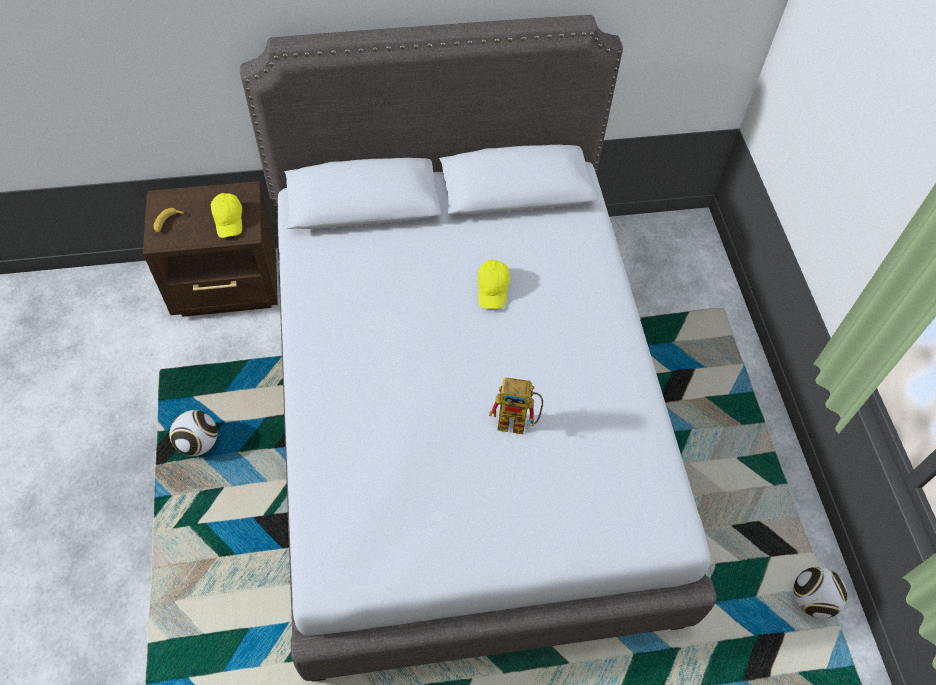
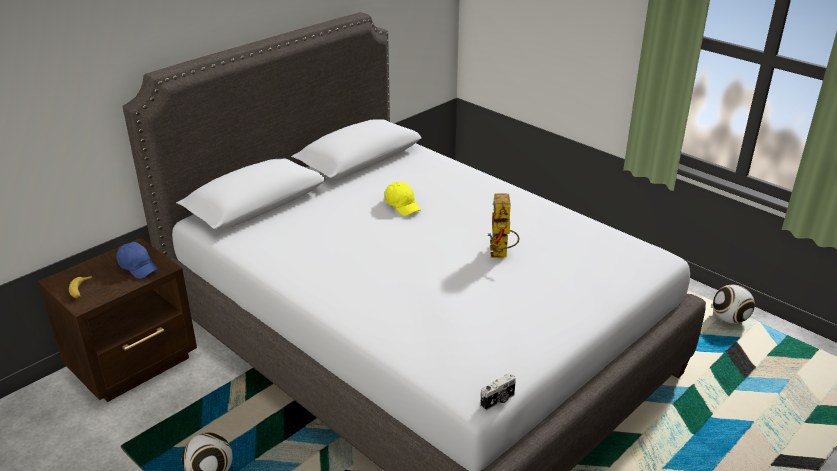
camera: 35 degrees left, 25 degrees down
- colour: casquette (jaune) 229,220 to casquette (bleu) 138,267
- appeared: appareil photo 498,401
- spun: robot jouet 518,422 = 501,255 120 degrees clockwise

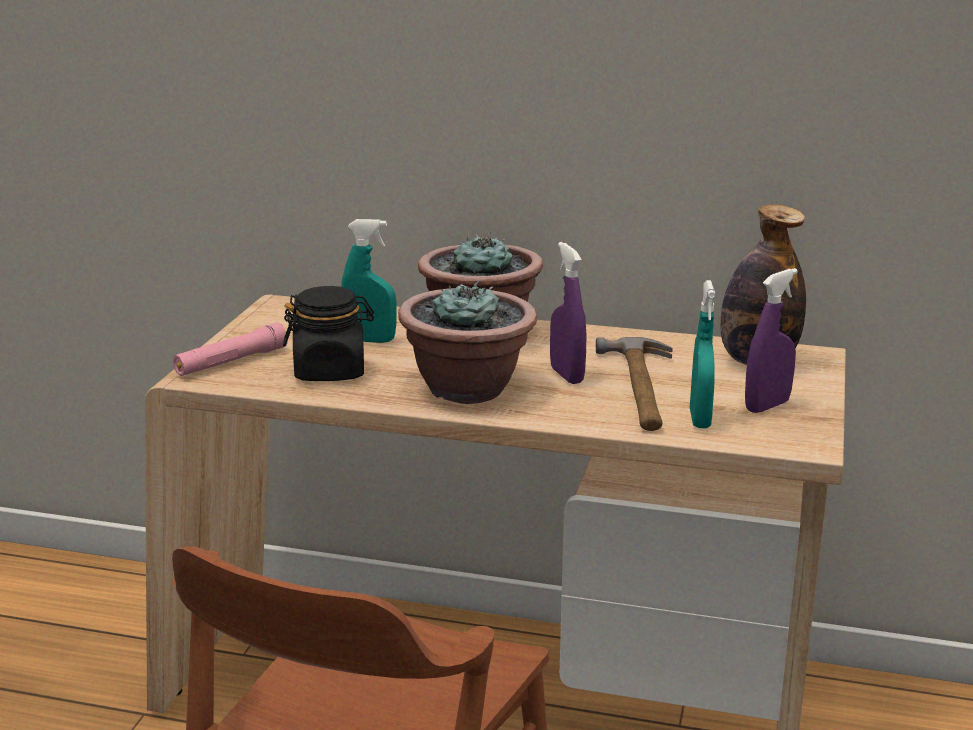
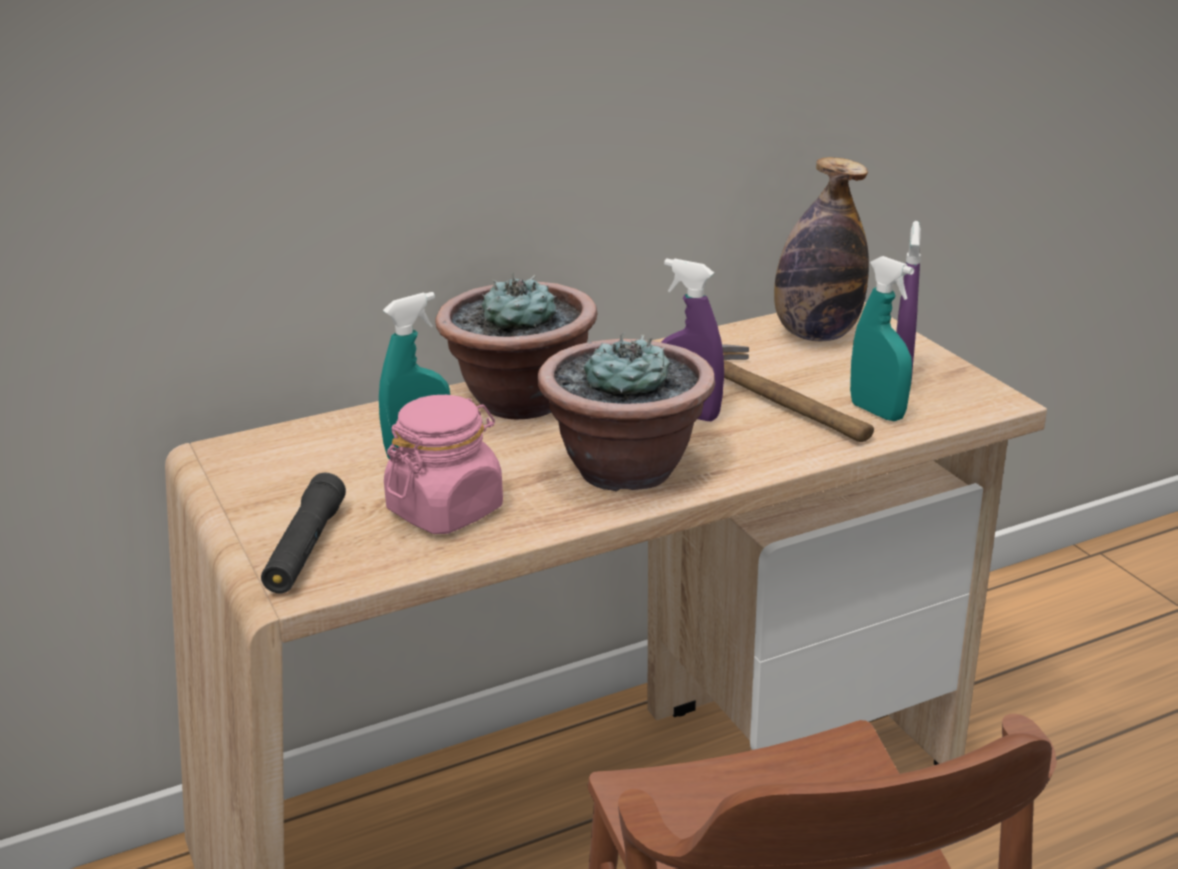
camera: 40 degrees left, 5 degrees up
- colour: lampe de poche (rose) 231,362 to lampe de poche (noir) 305,548
- colour: bocal (noir) 330,371 to bocal (rose) 446,510

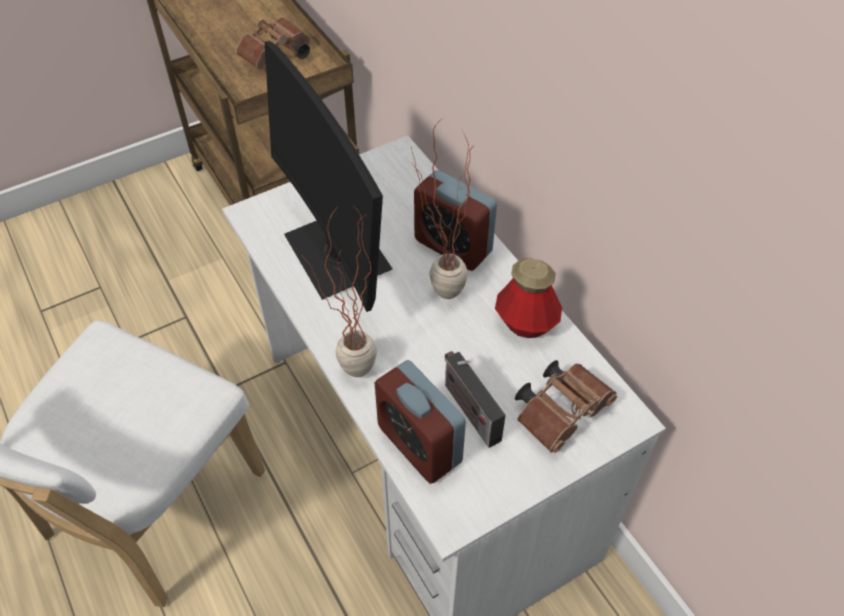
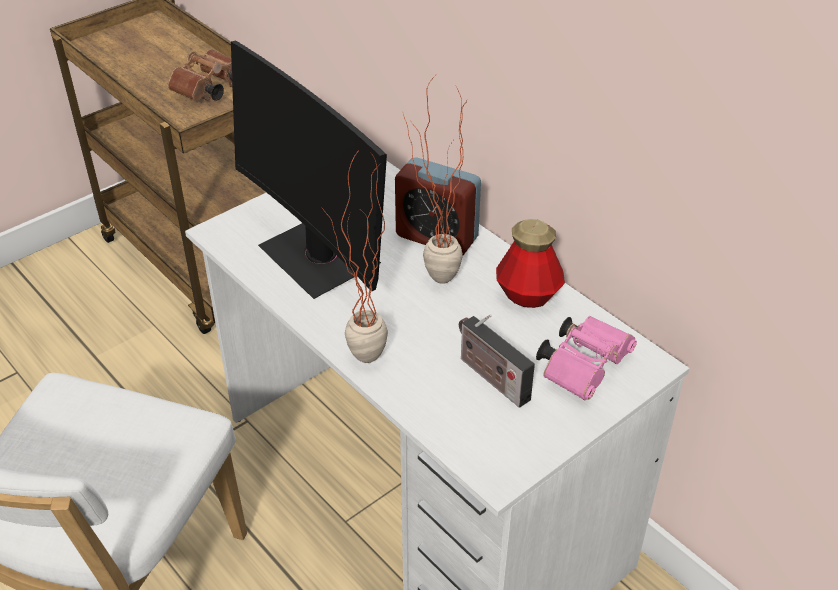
camera: 10 degrees left, 10 degrees down
- colour: jumelles (marron) 563,411 to jumelles (rose) 585,366
- missing: réveil 419,444

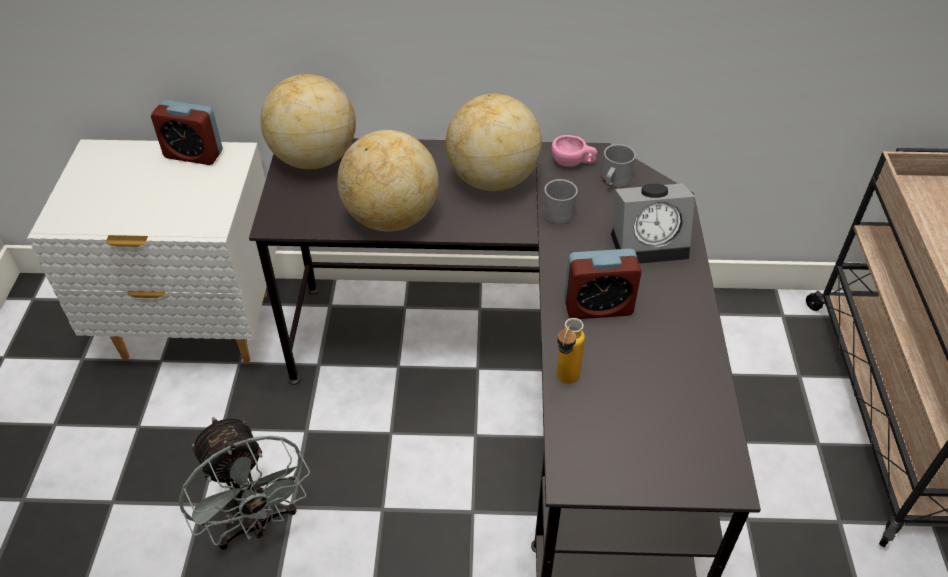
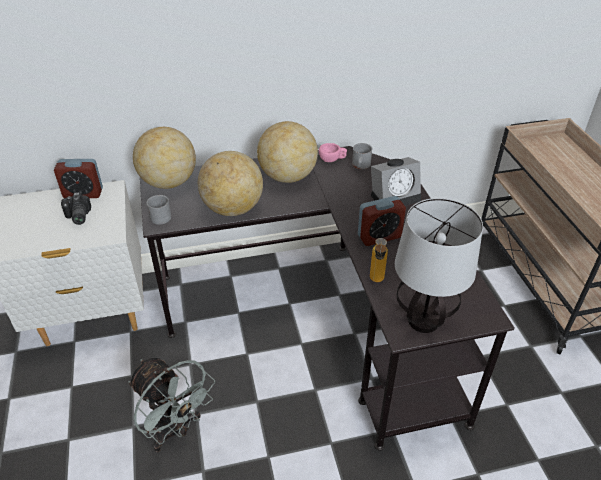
camera: 15 degrees left, 5 degrees down
- appeared: appareil photo 77,216
- relocated: mug (gris) 558,210 to 160,215
- appeared: lampe de table 424,321

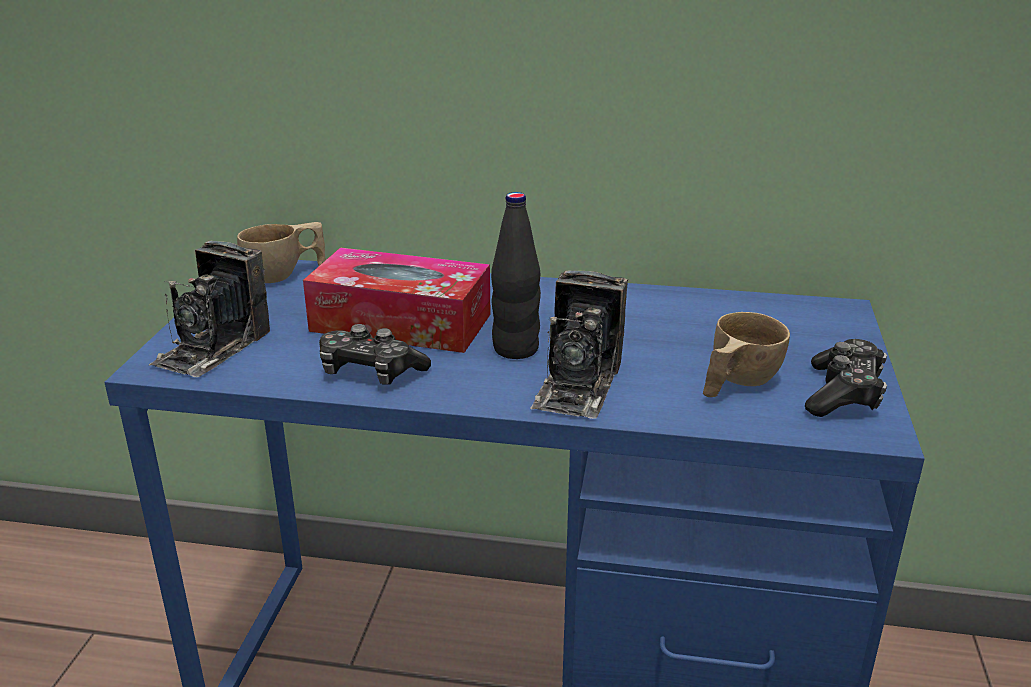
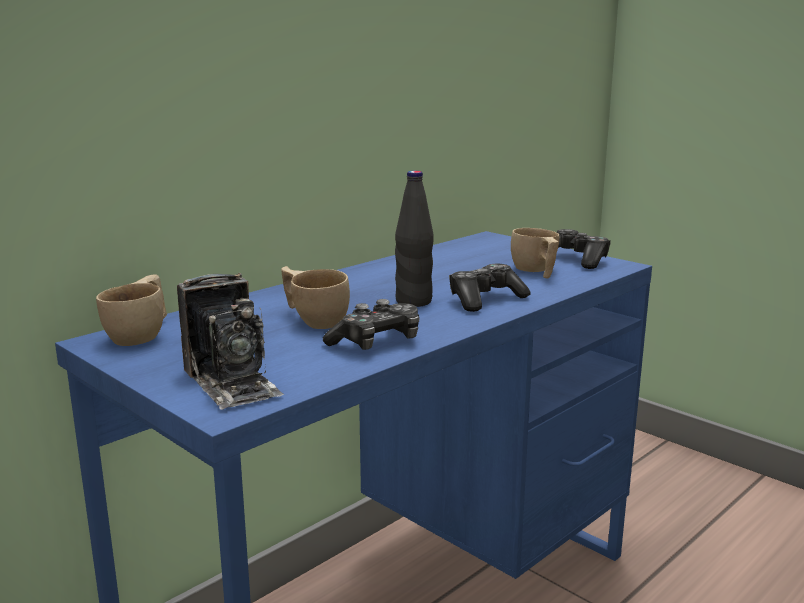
camera: 55 degrees left, 10 degrees down
- exchanged: boîte à mouchoirs 401,322 to tasse (beige) 314,319
- exchanged: appareil photo 578,384 to manette 485,299

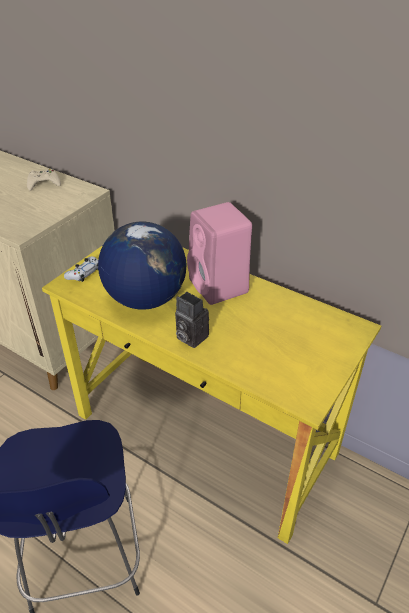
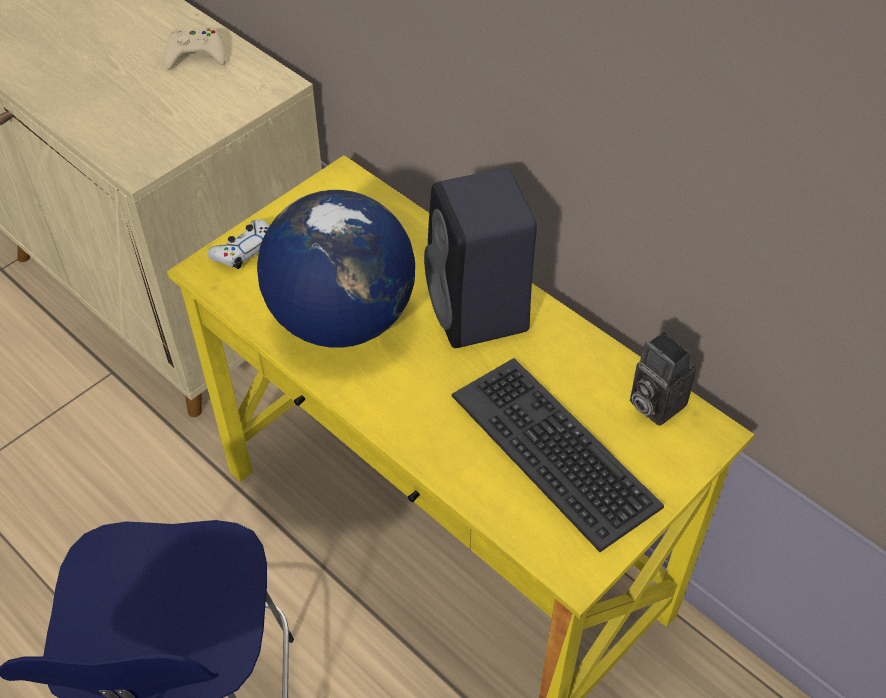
camera: 10 degrees right, 10 degrees up
- colour: enceinte (rose) 220,287 to enceinte (noir) 479,312
- appeared: clavier 555,450
- relocated: appareil photo 190,337 to 653,403

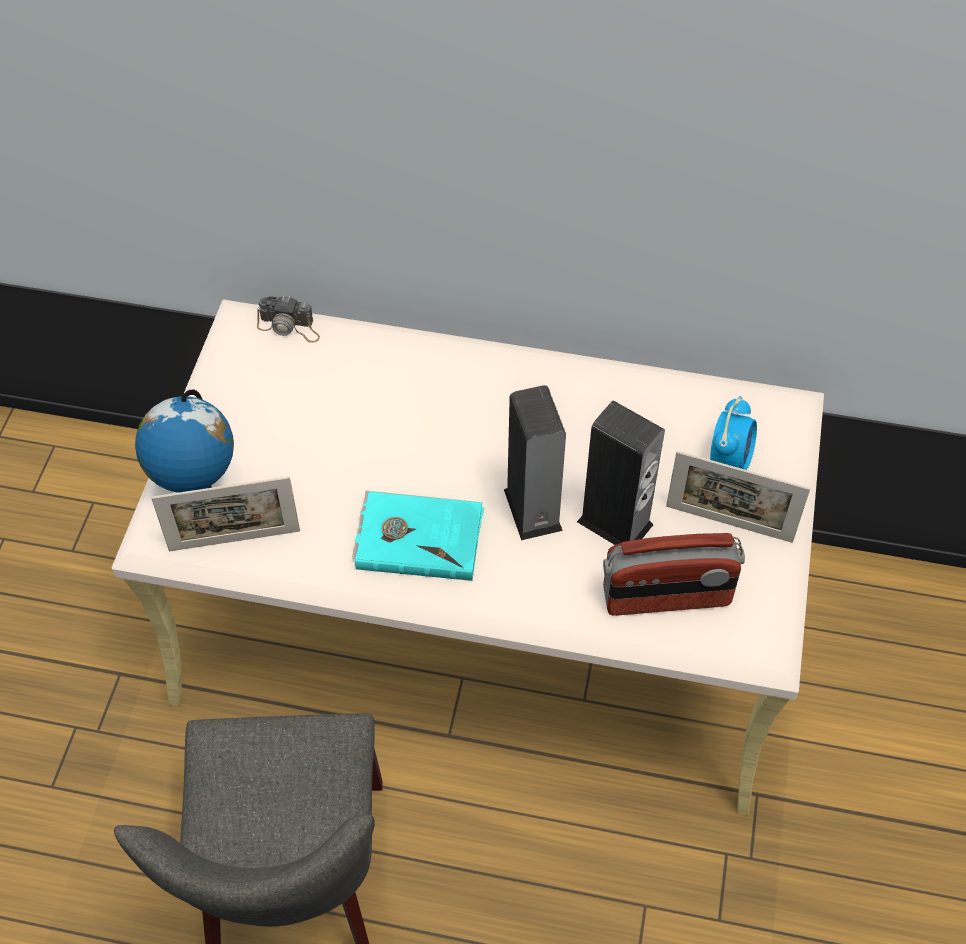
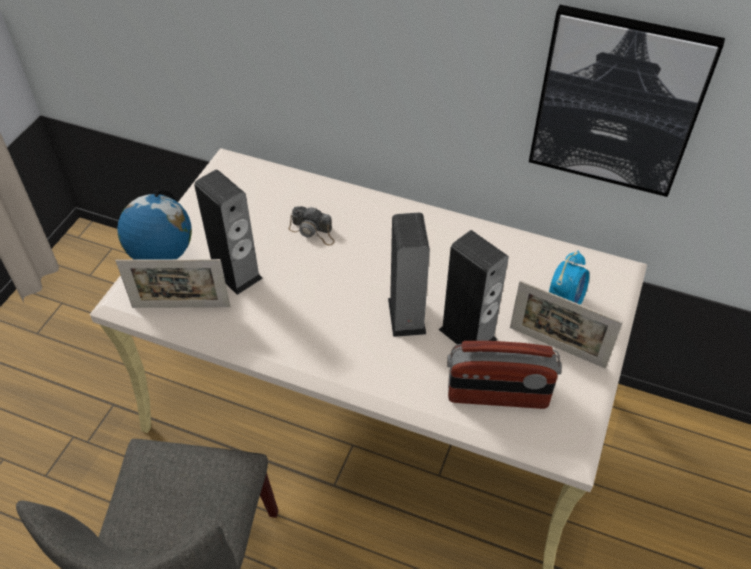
camera: 10 degrees right, 5 degrees down
- appeared: enceinte 236,273
- relocated: appareil photo 289,327 to 313,231
- appeared: tableau 618,102
- missing: livre (turquoise) 418,537

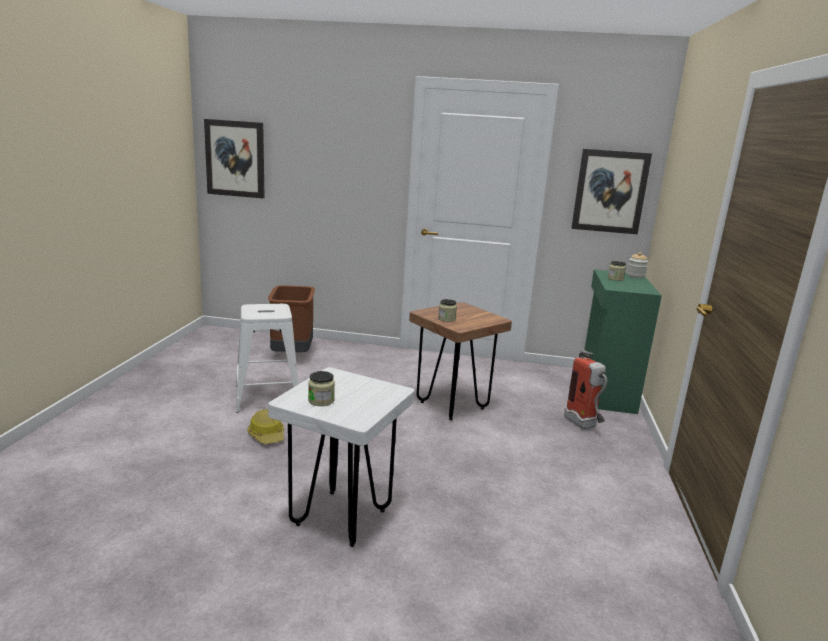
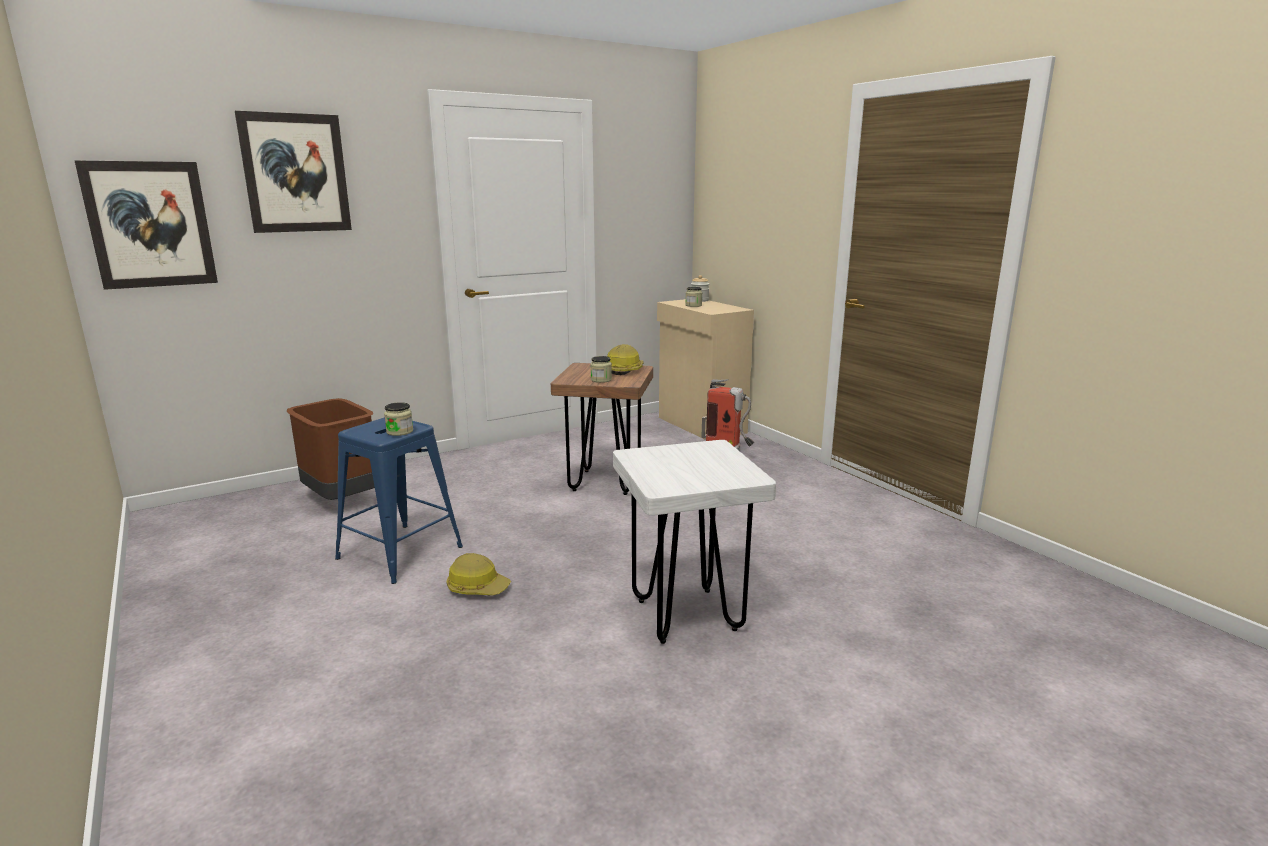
camera: 40 degrees left, 0 degrees up
- relocated: tableau 610,191 to 295,173
- colour: tabouret (blanc) 267,397 to tabouret (bleu) 400,553
- relocated: bocal 321,401 to 399,432
- appeared: casque de chantier 624,370
- colour: meuble de rangement (vert) 605,393 to meuble de rangement (beige) 700,425

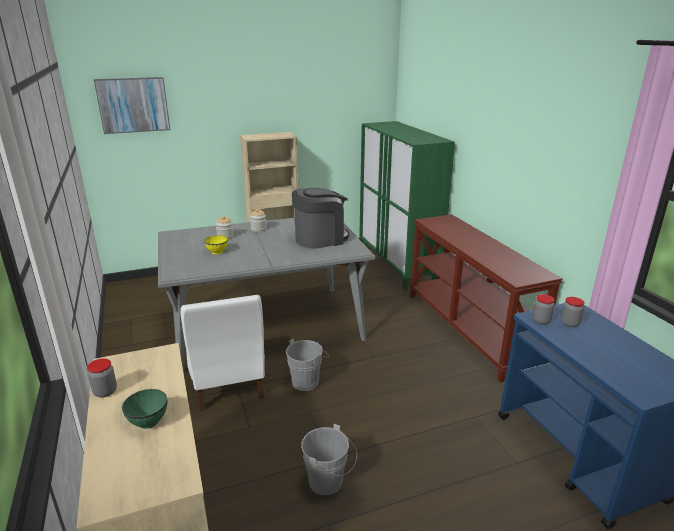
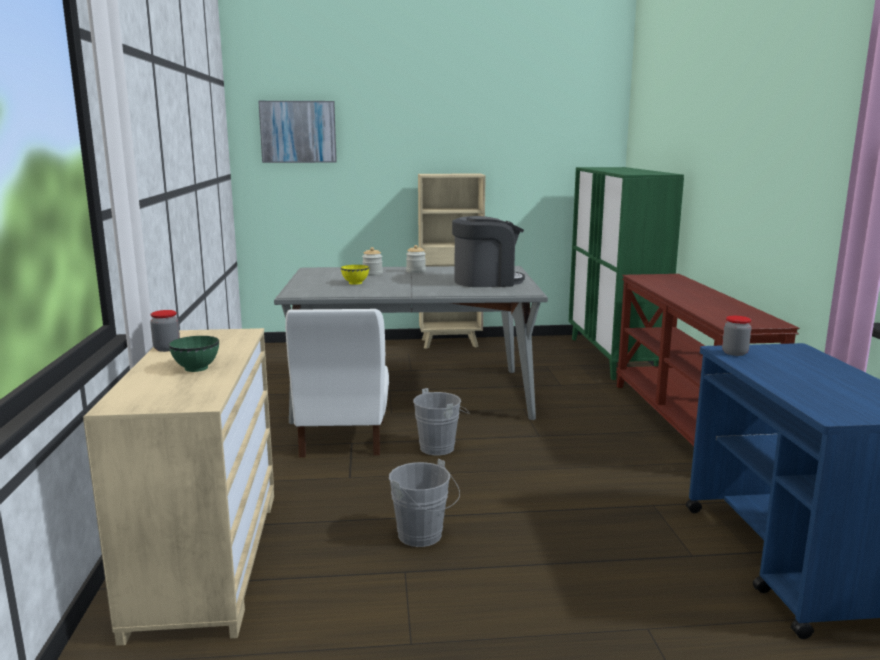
camera: 15 degrees right, 10 degrees down
- missing: bocal 569,323

